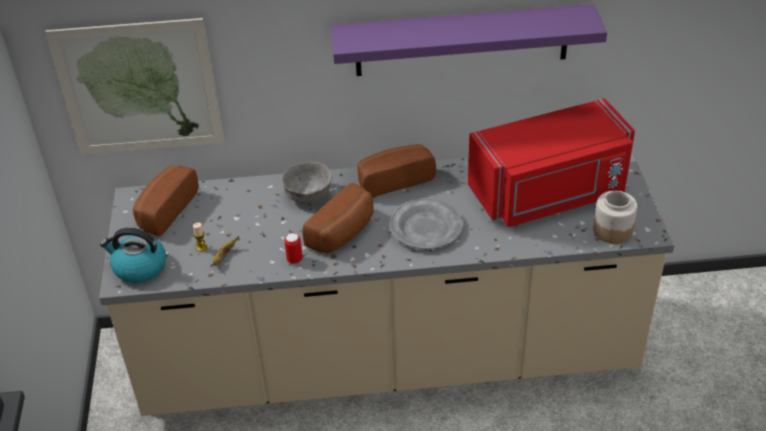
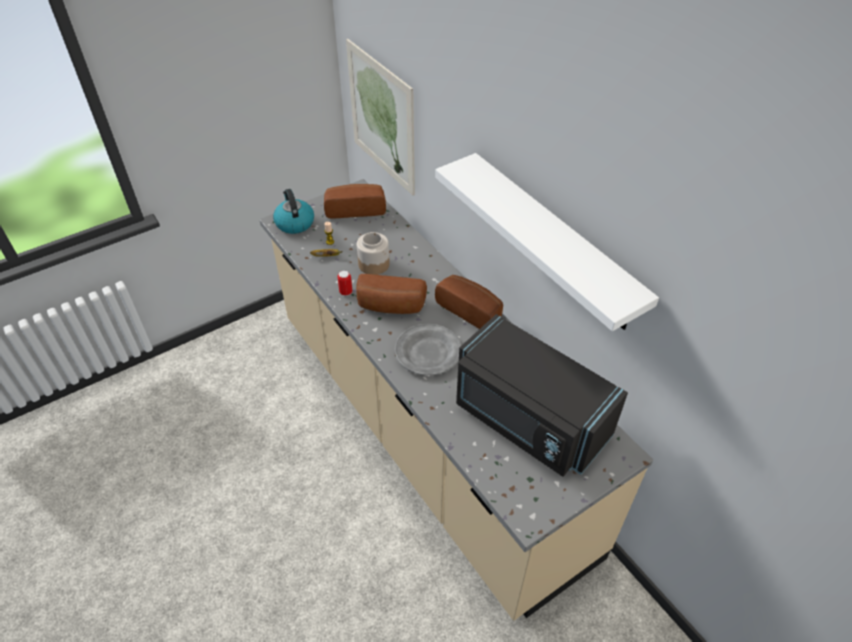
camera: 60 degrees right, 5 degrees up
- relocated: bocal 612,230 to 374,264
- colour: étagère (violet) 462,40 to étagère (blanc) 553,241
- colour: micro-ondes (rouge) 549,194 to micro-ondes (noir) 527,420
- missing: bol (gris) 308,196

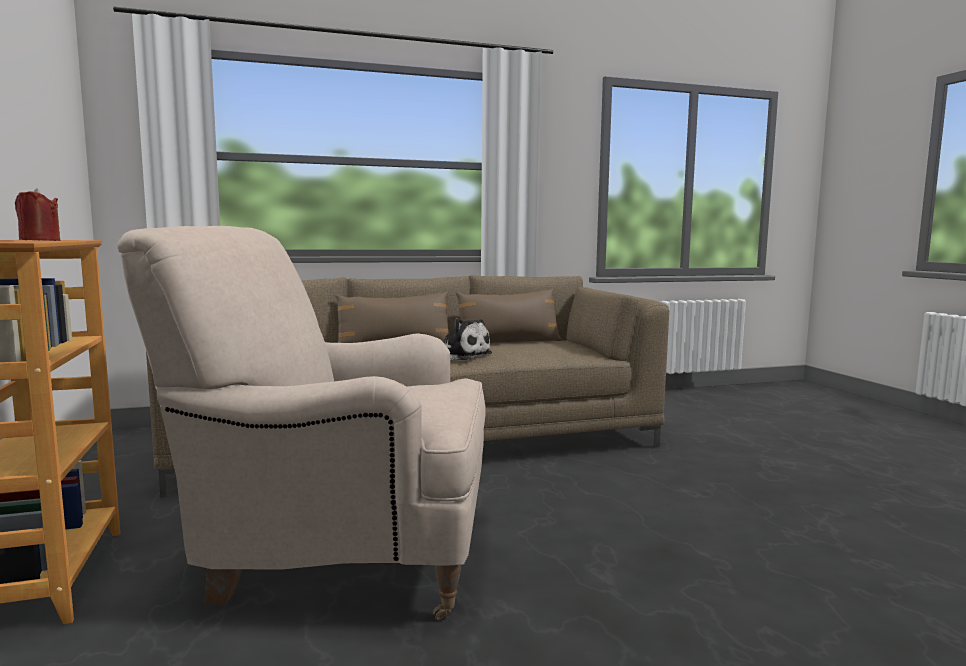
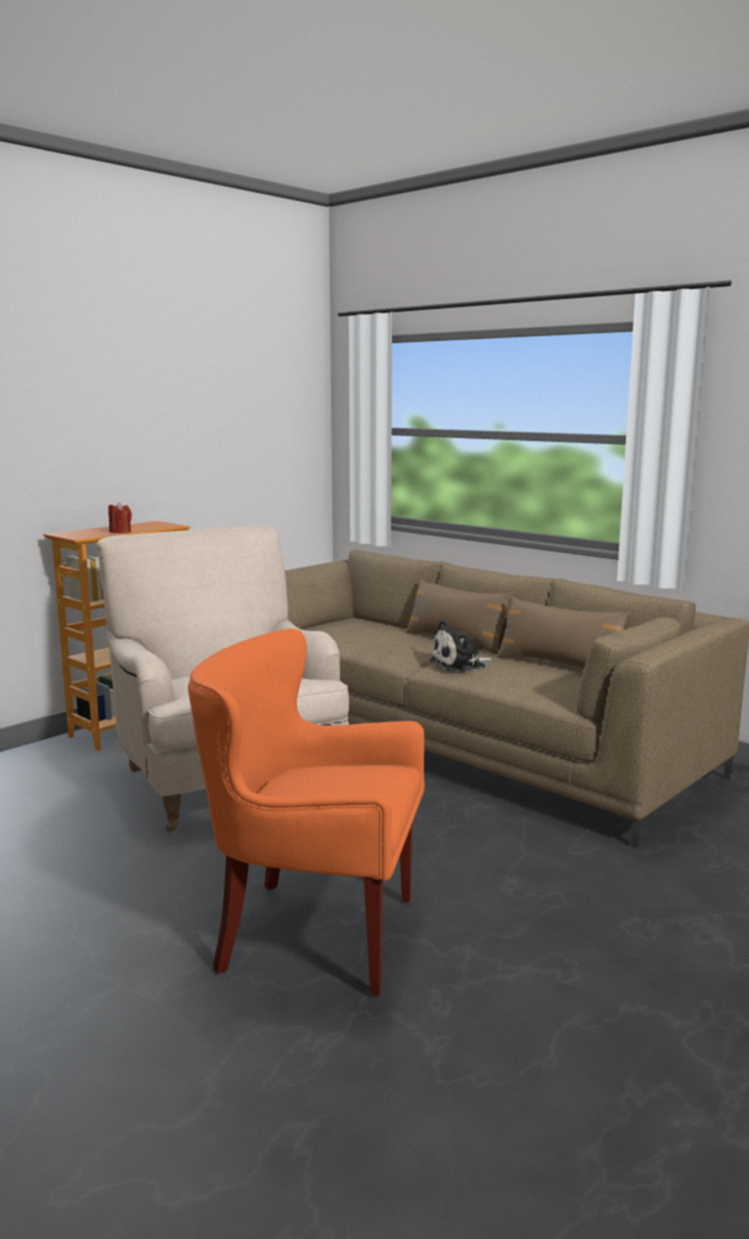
camera: 60 degrees right, 5 degrees up
- appeared: fauteuil (orange) 312,933
- spun: peluche 461,355 = 461,664 60 degrees clockwise

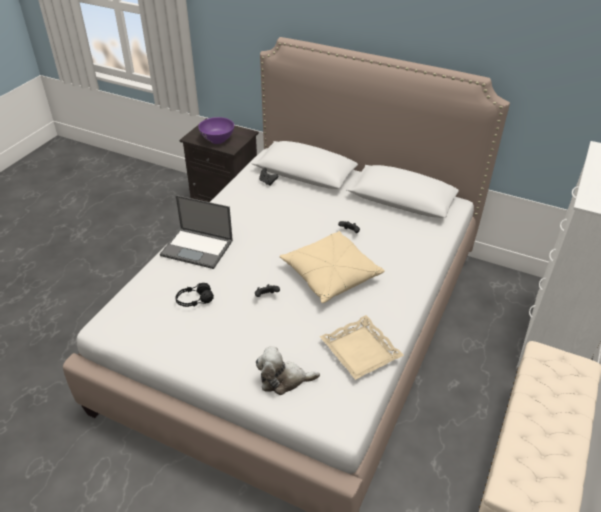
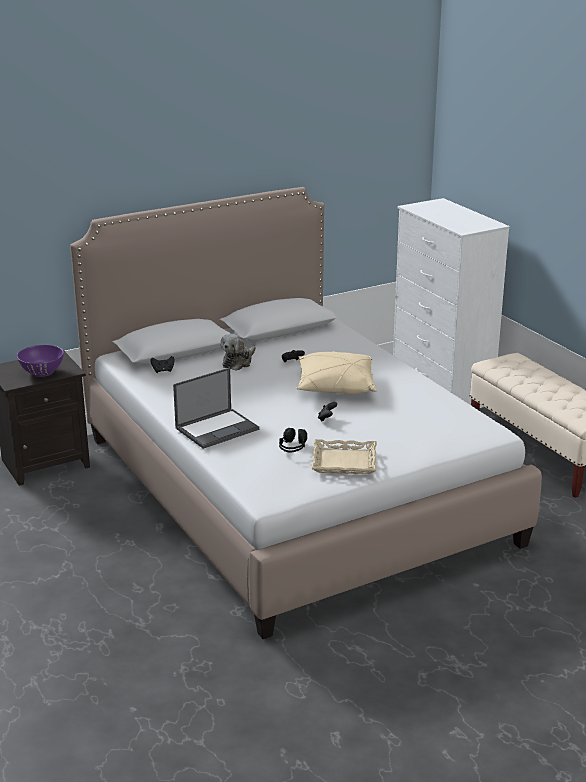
camera: 55 degrees left, 15 degrees down
- relocated: peluche 283,380 to 238,362
- relocated: plateau (beige) 360,351 to 344,462

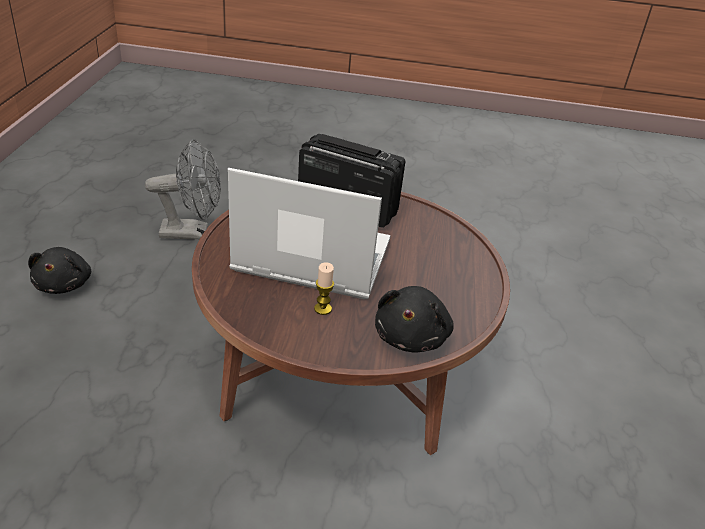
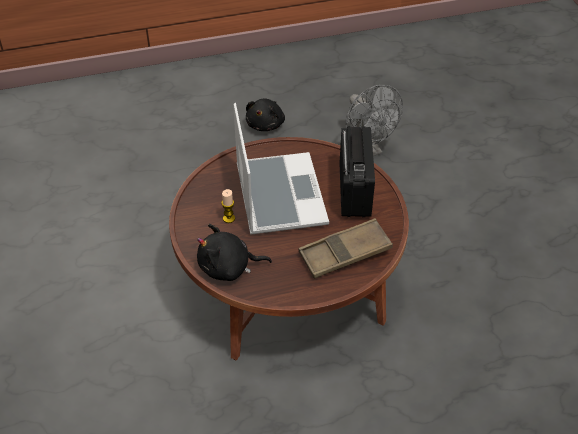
camera: 70 degrees right, 10 degrees up
- spun: peluche (noir) 64,284 = 266,124 45 degrees counterclockwise
- appeared: plateau (marron) 345,253

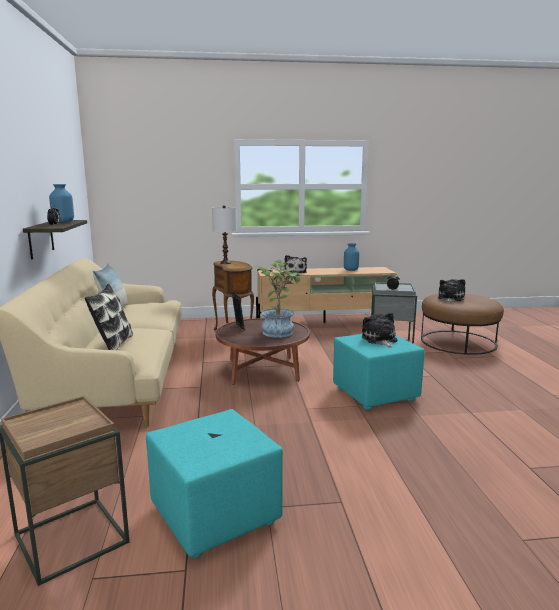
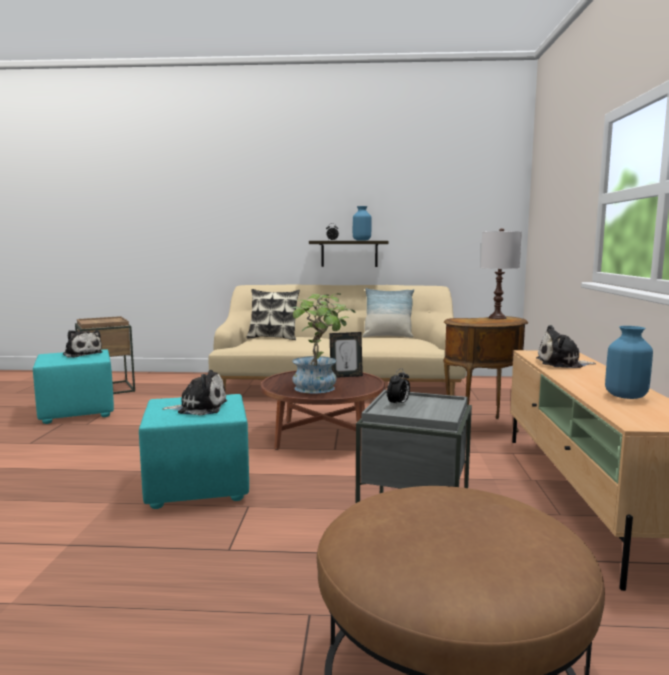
camera: 100 degrees right, 5 degrees down
- relocated: peluche 450,298 to 82,354

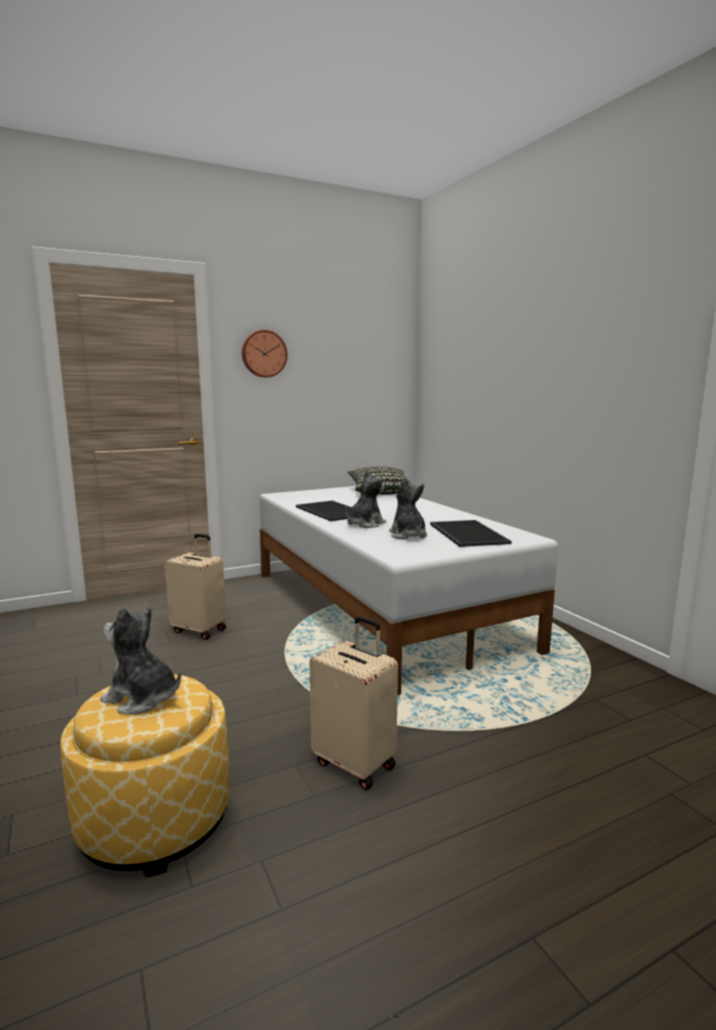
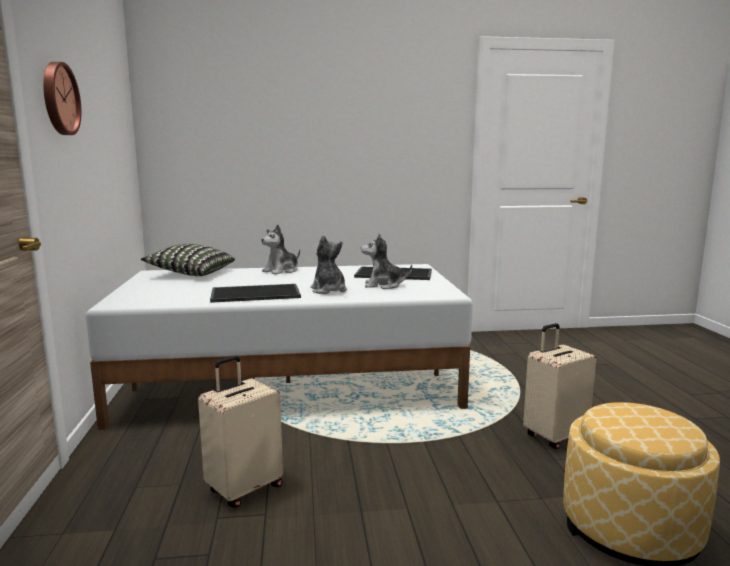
camera: 70 degrees left, 0 degrees up
- relocated: peluche 142,698 to 281,271

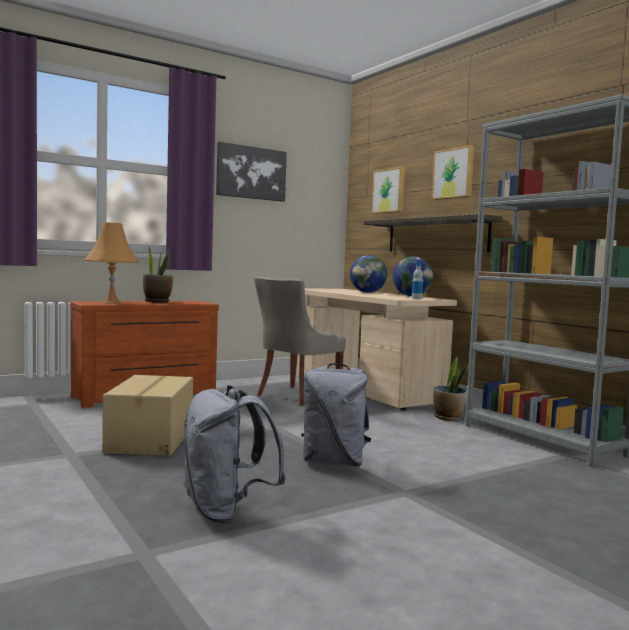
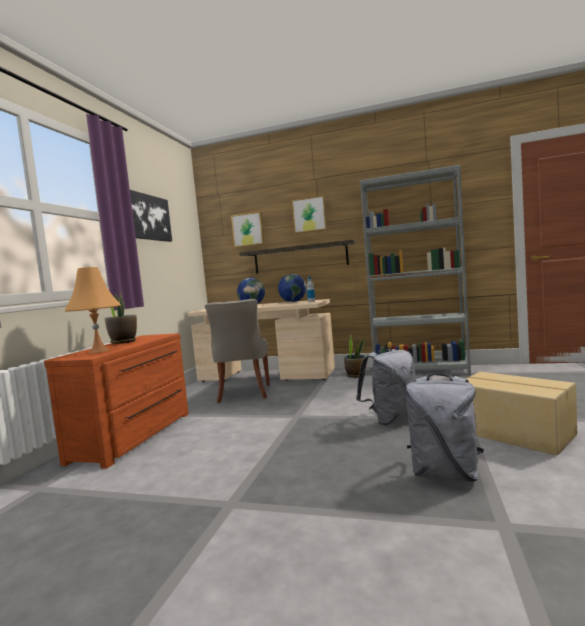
camera: 40 degrees left, 0 degrees up
- relocated: carton 152,439 to 514,432

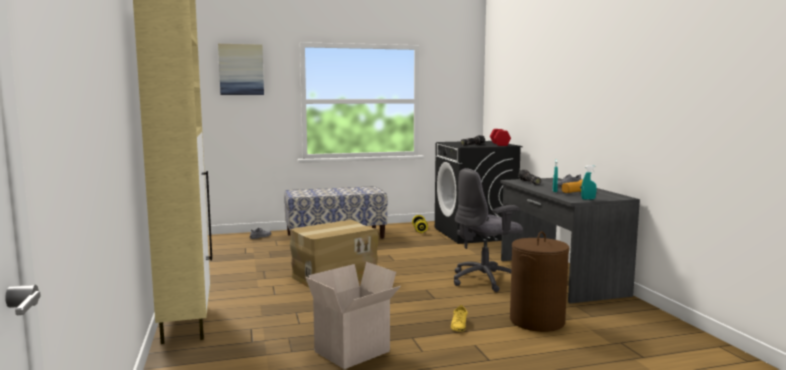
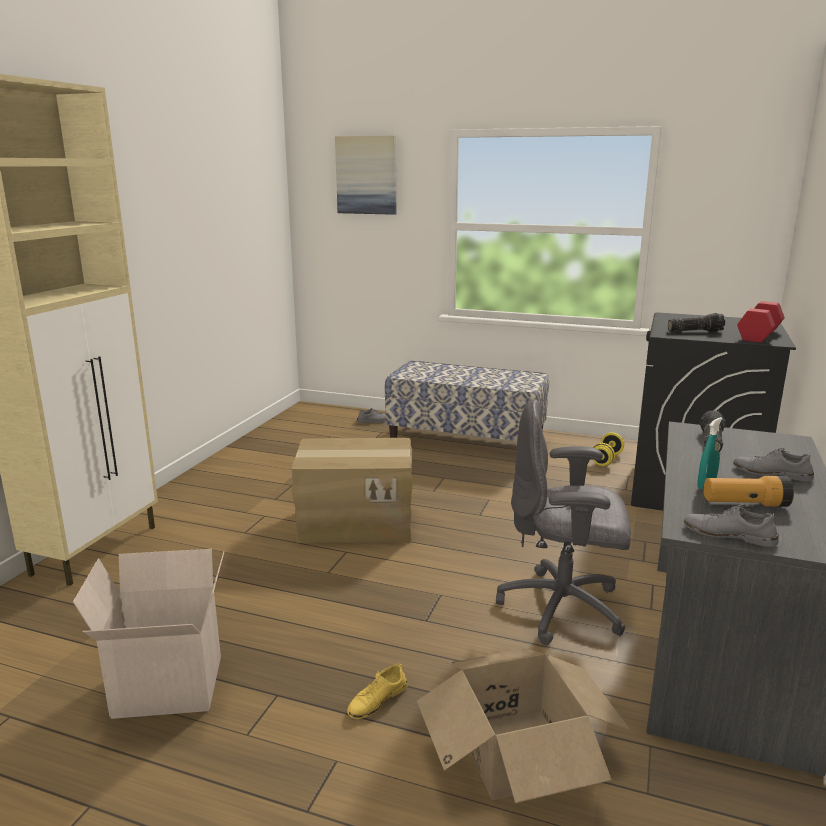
camera: 35 degrees right, 10 degrees up
- exchanged: panier à linge (marron) 537,321 to carton 517,753
- exchanged: vaporisateur (turquoise) 588,199 to chaussure (gris) 729,534

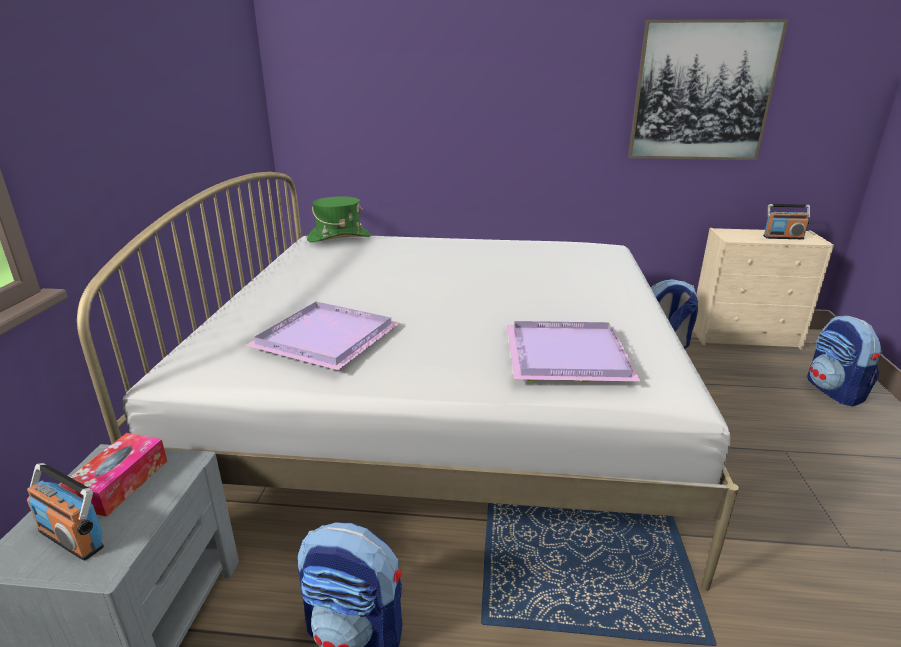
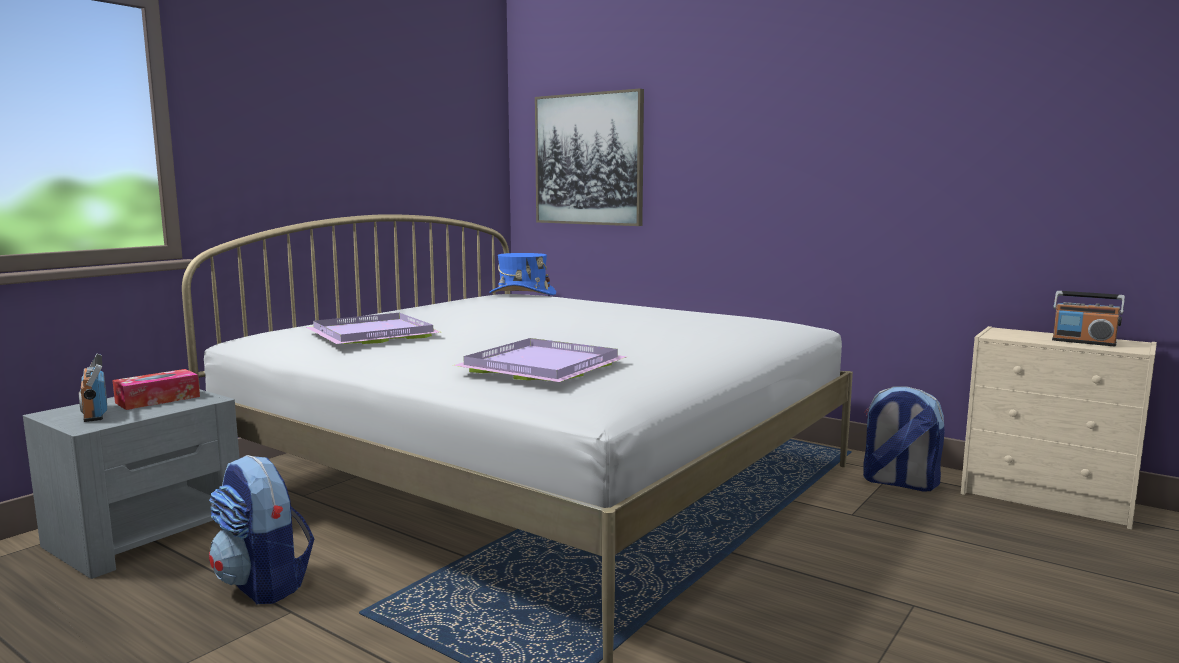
camera: 30 degrees right, 15 degrees down
- colour: chapeau (vert) 339,238 to chapeau (bleu) 522,294
- relocated: tableau 702,92 to 589,159
- missing: sac à dos 834,391

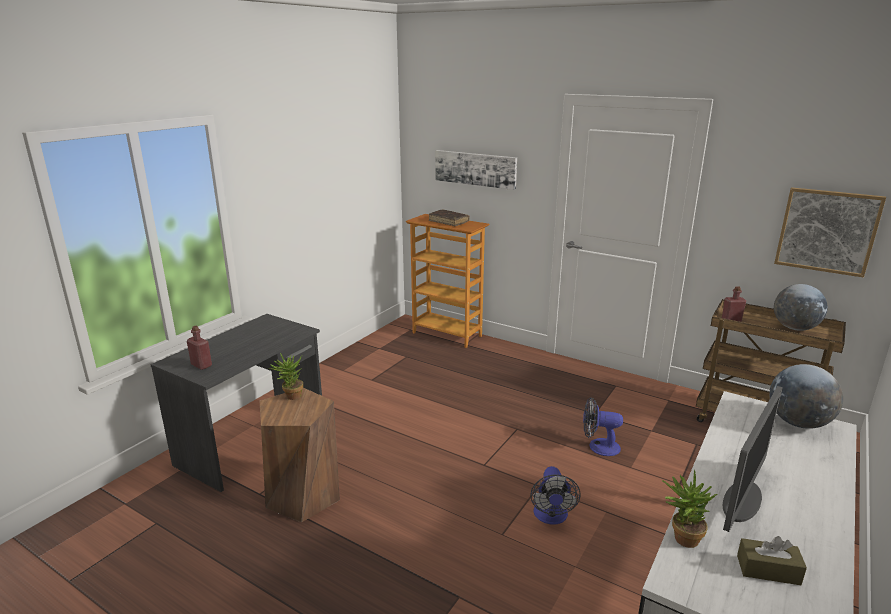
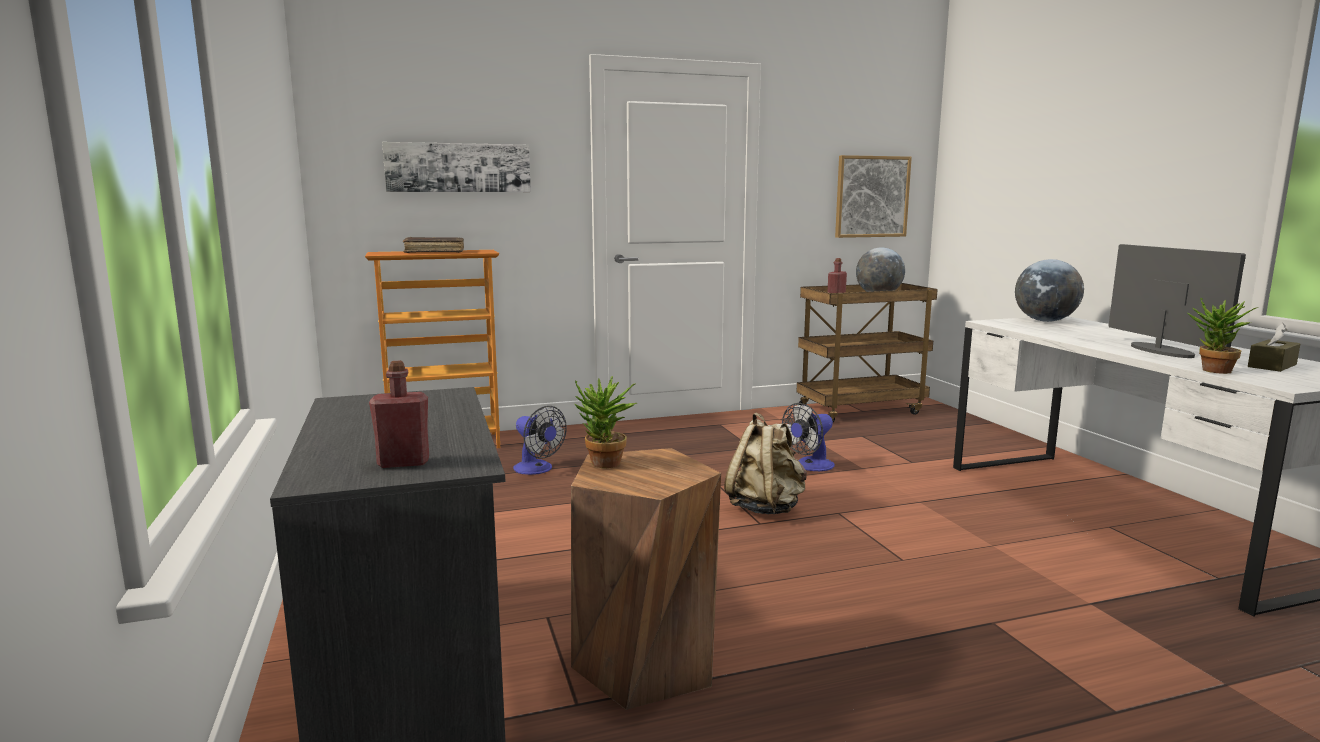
camera: 50 degrees left, 10 degrees down
- relocated: ventilateur 551,517 to 537,469
- appeared: sac à dos (beige) 766,508

